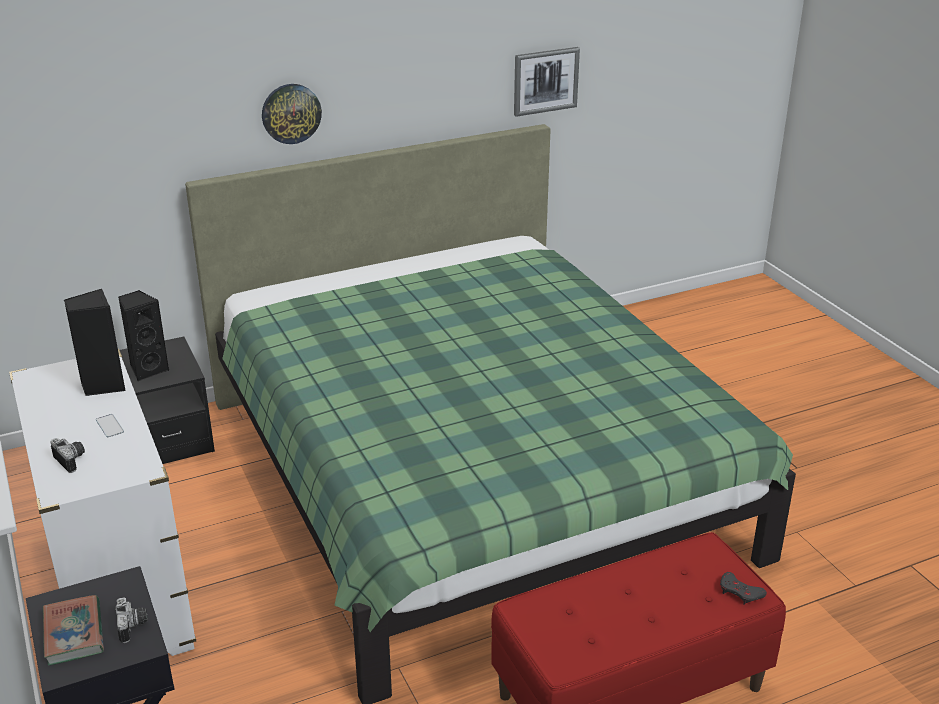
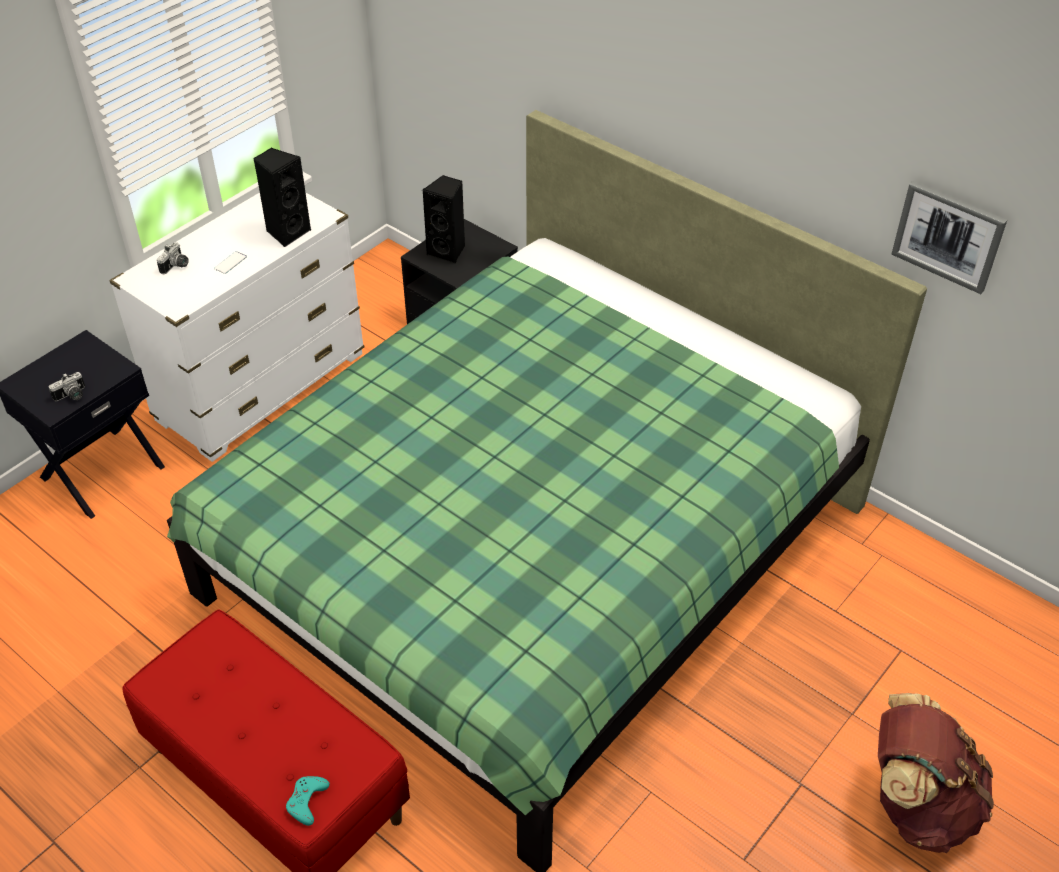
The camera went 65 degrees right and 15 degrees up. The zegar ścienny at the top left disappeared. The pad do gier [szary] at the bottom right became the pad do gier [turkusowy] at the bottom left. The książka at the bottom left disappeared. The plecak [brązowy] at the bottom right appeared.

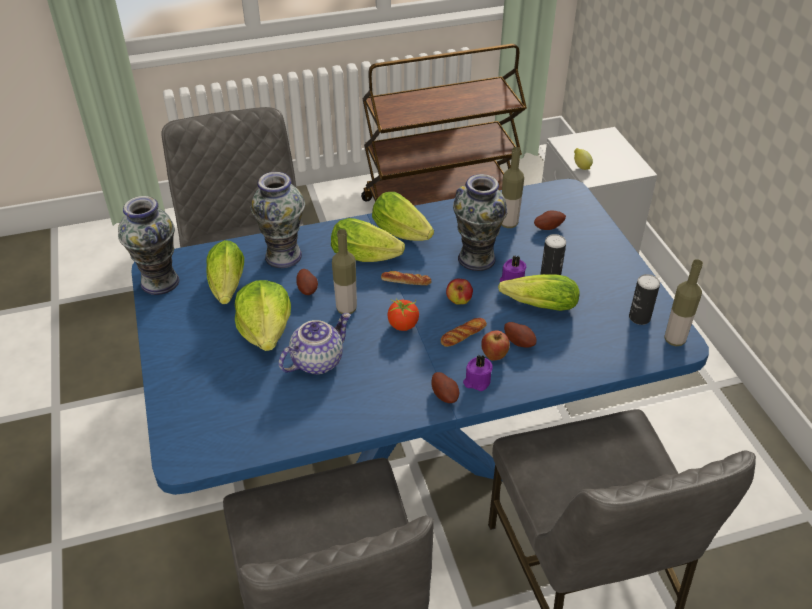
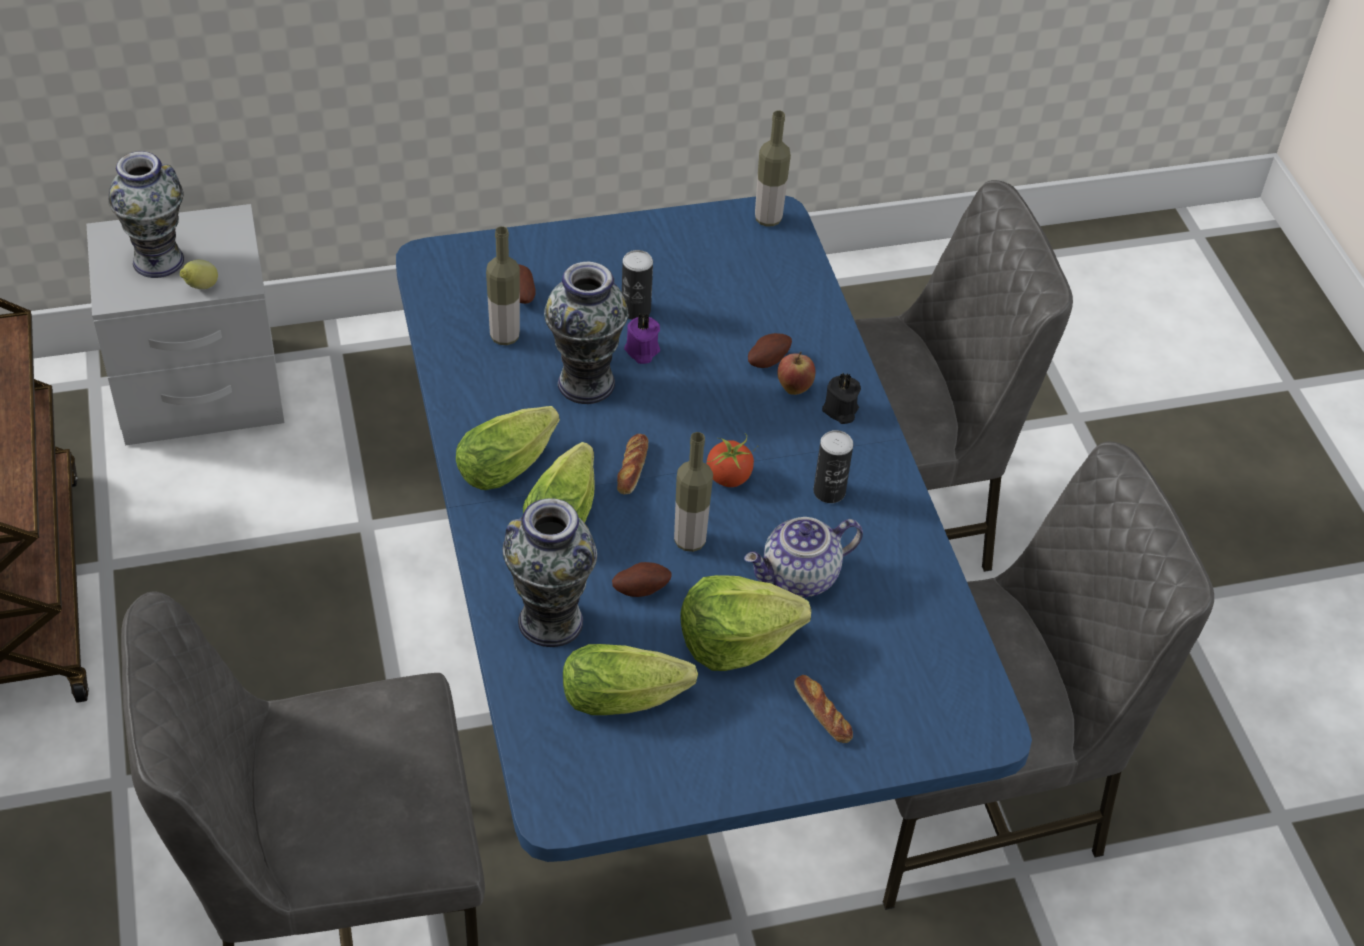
The camera went 90 degrees left and 5 degrees up. The wazon (no. 1 from left) moved from the middle left to the top left. The sałata (no. 5 from left) at the centre disappeared. The puszka (no. 2 from left) moved from the middle right to the centre. The jabłko (no. 1 from left) at the centre disappeared. The imbryk at the centre turned 75 degrees counterclockwise. The chleb (no. 2 from left) moved from the centre to the bottom centre. The świeca [fioletowy] (no. 1 from left) at the centre became the świeca [czarny] at the centre. The ziemniak (no. 2 from left) at the centre disappeared.

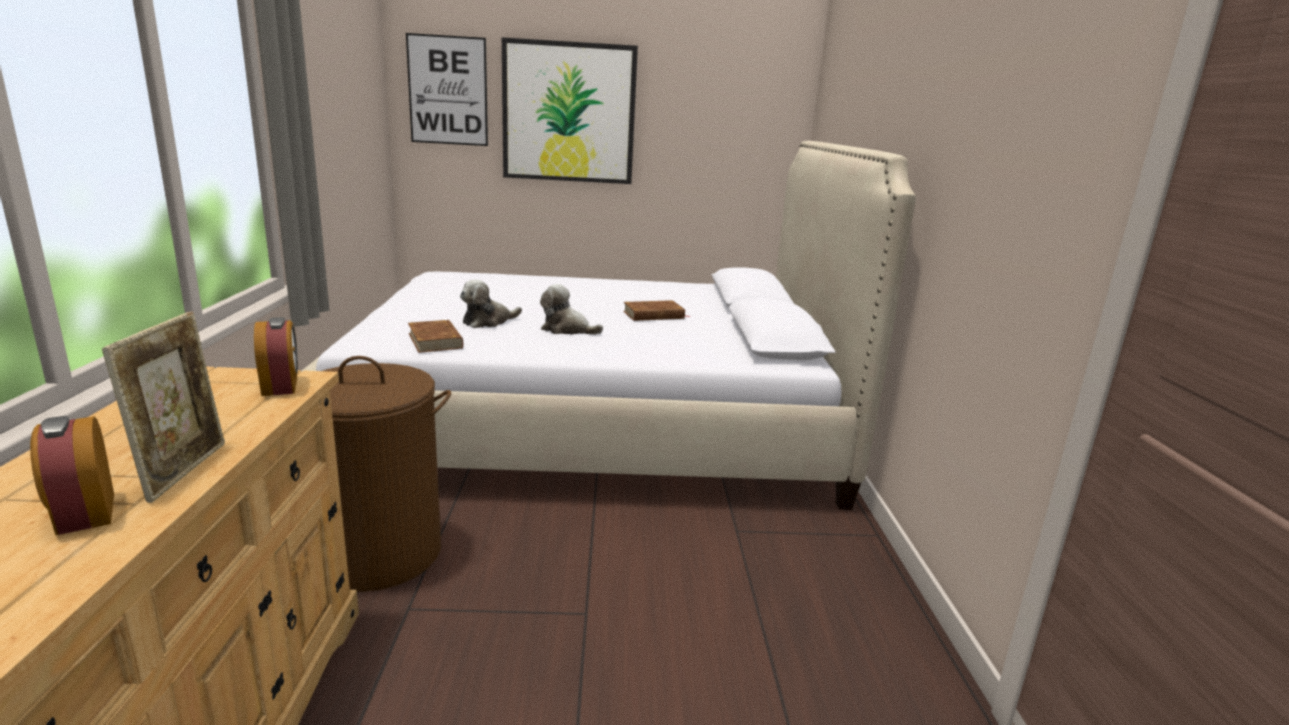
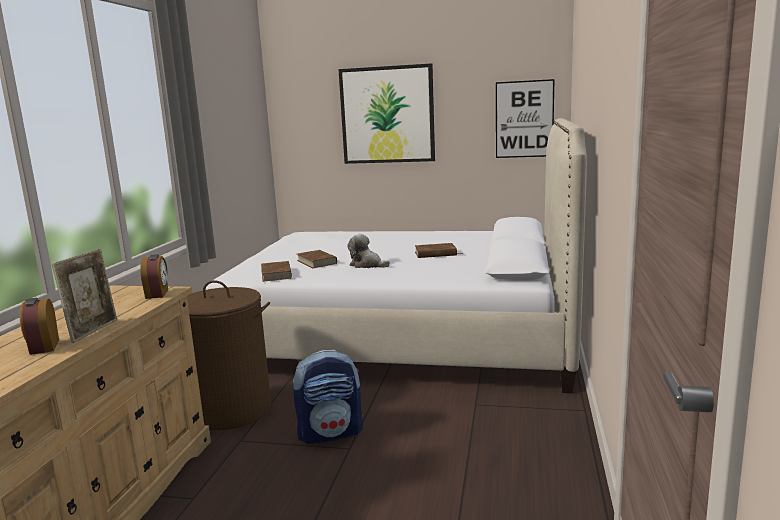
The camera went 15 degrees right and 5 degrees down. The obraz (no. 1 from left in the first image) moved from the top centre to the top right. The pluszak (no. 1 from left) at the centre was replaced by the książka [brązowy] (no. 2 from left) at the centre. The plecak at the bottom centre appeared.

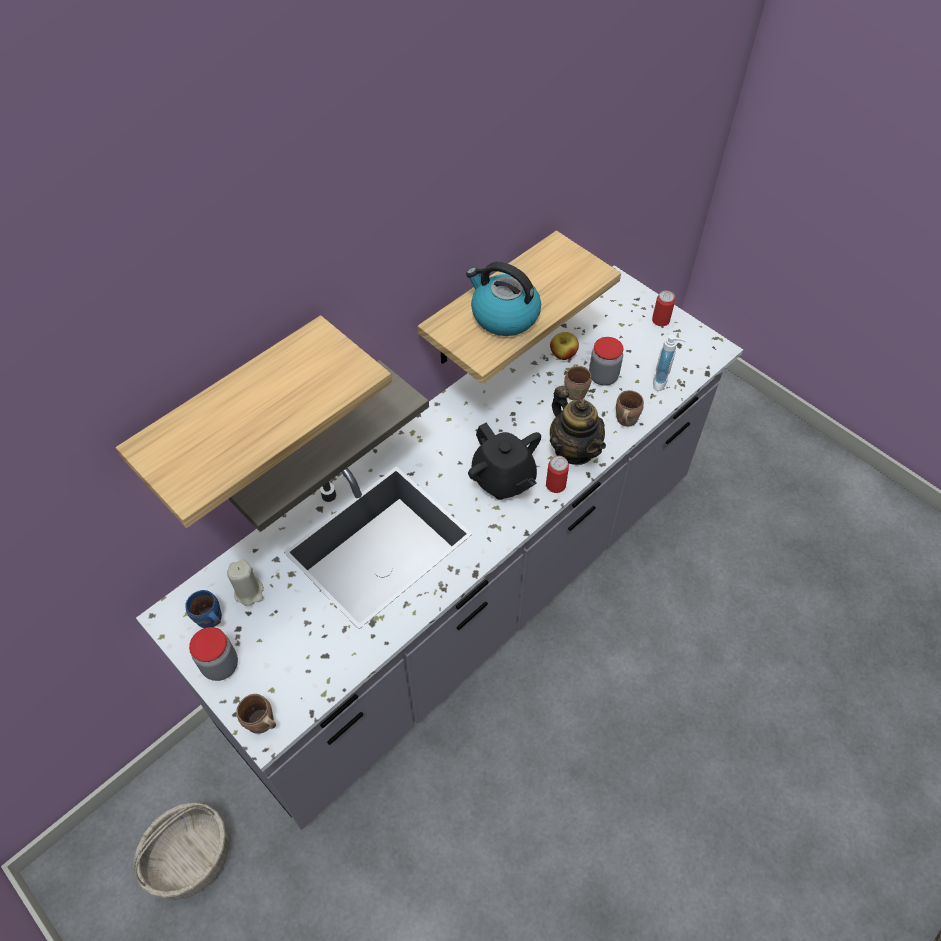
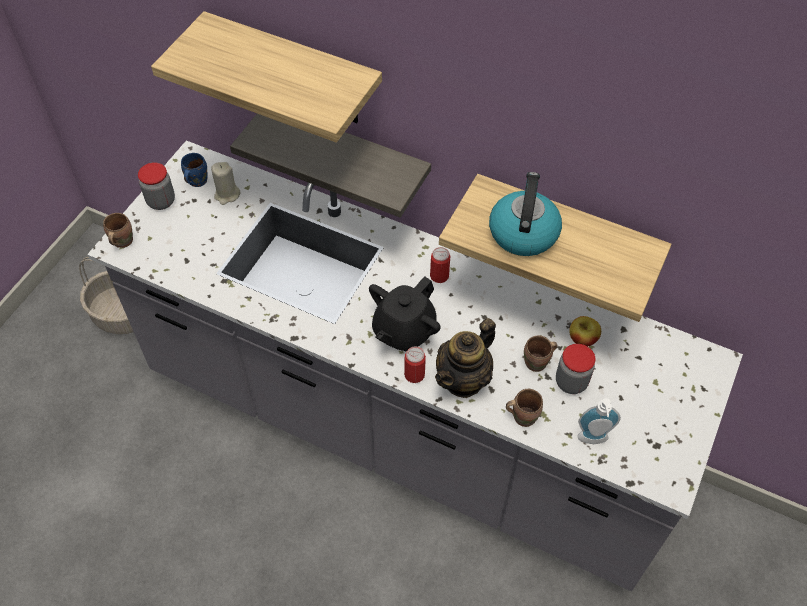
The camera went 70 degrees right and 0 degrees up. The puszka (no. 2 from left) moved from the top right to the centre.

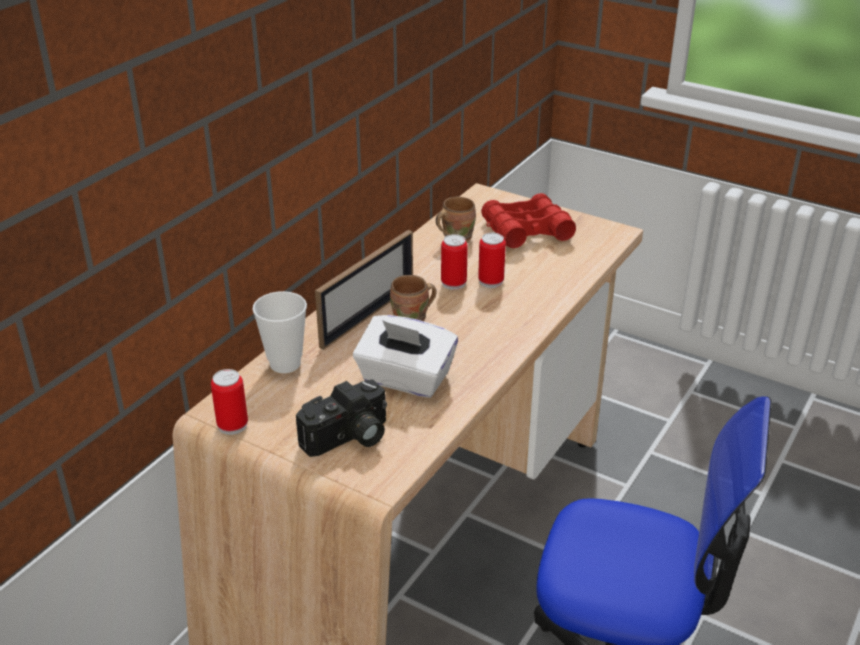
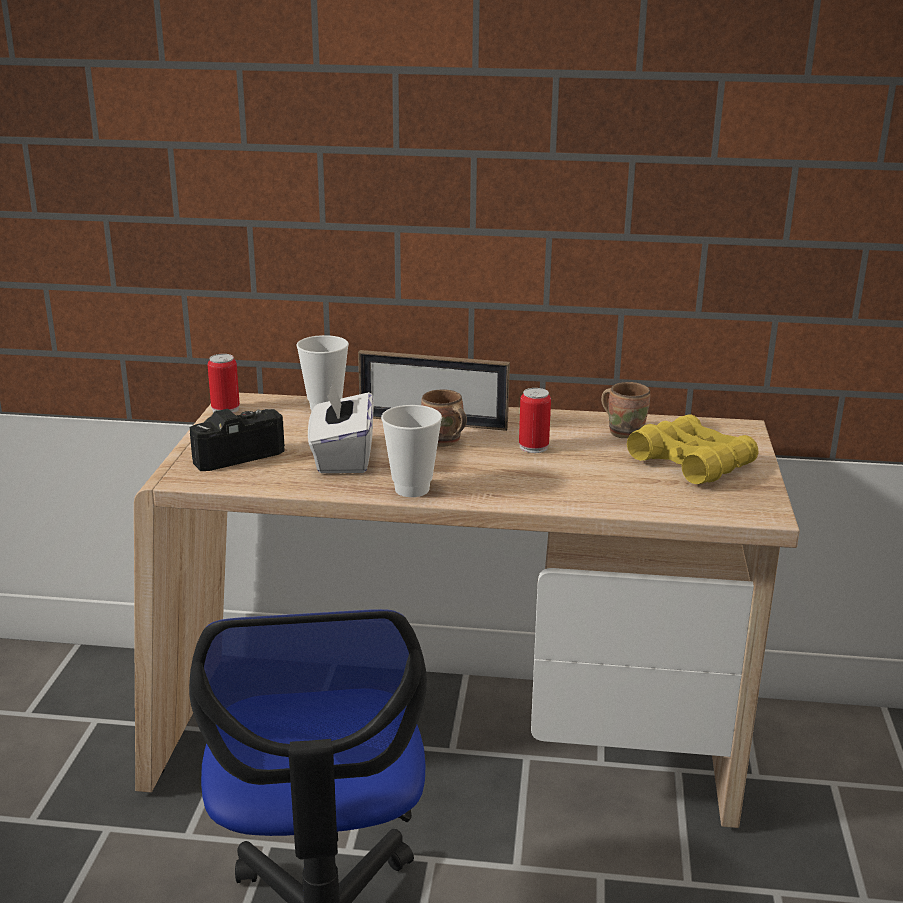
The camera went 65 degrees right and 10 degrees down. The lornetka [czerwony] at the centre became the lornetka [żółty] at the middle right. The puszka (no. 3 from left) at the centre disappeared. The aparat fotograficzny at the centre turned 120 degrees clockwise. The filiżanka (no. 2 from left) at the centre appeared.

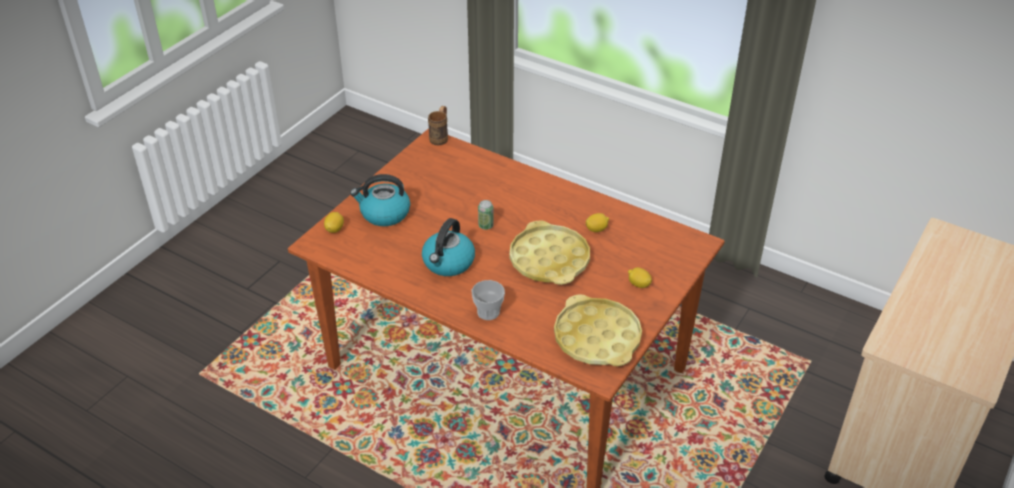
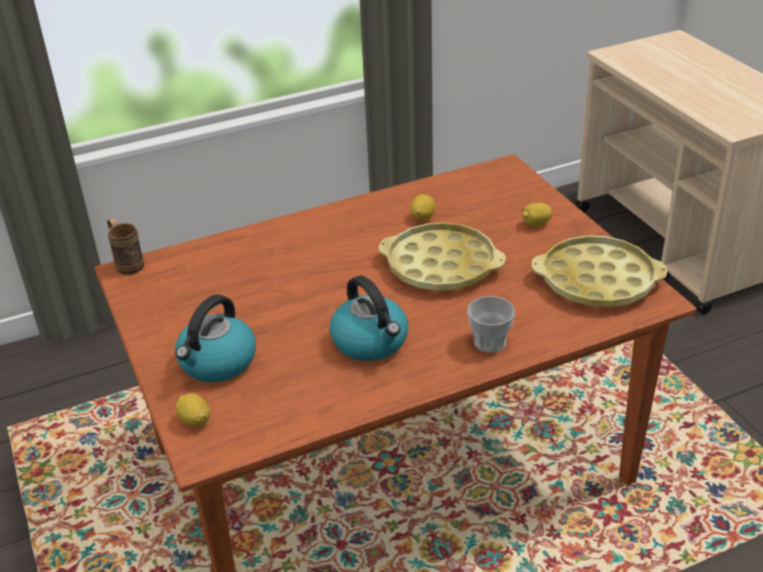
The camera went 55 degrees left and 5 degrees down. The puszka at the centre disappeared.

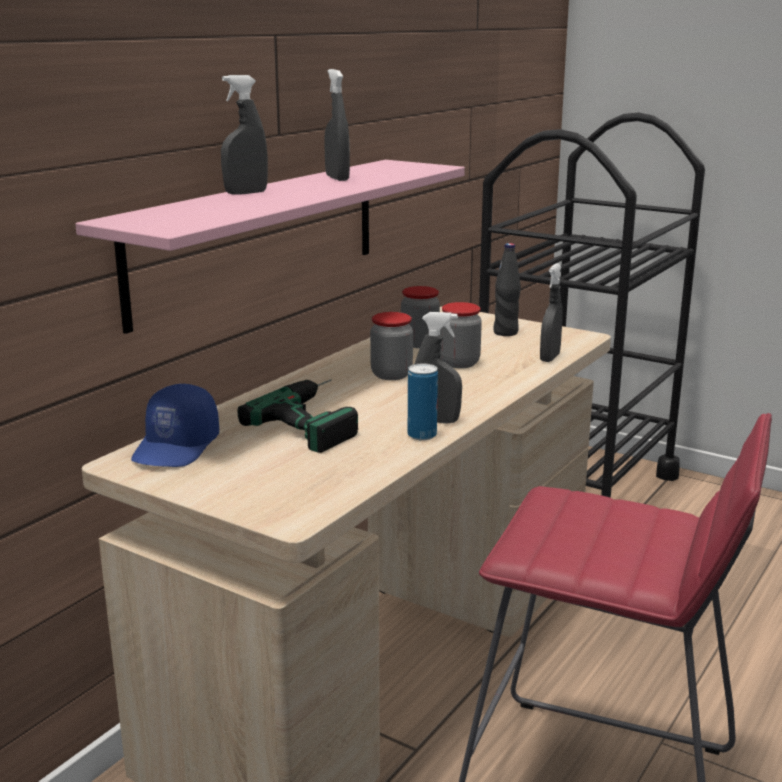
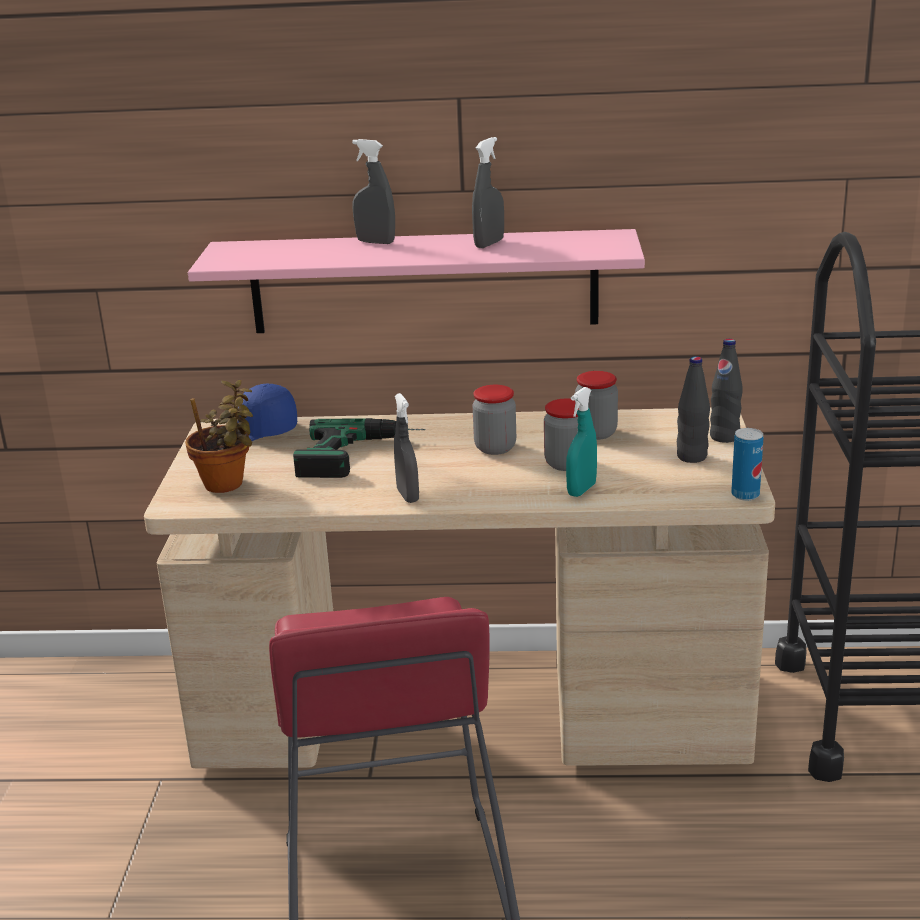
The camera went 60 degrees right and 5 degrees up. The spryskiwacz [szary] (no. 4 from left) at the middle right disappeared. The puszka moved from the centre to the middle right. The butelka [czarny] (no. 2 from left) at the middle right appeared. The roślina doniczkowa at the middle left appeared. The spryskiwacz [turkusowy] at the centre appeared.

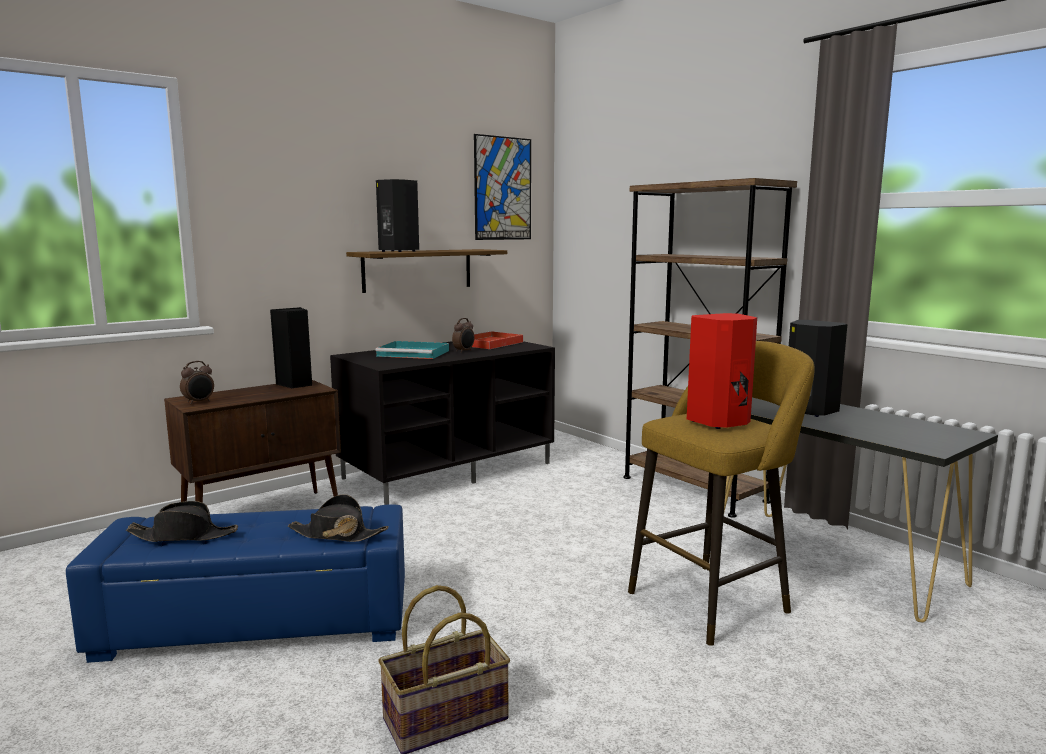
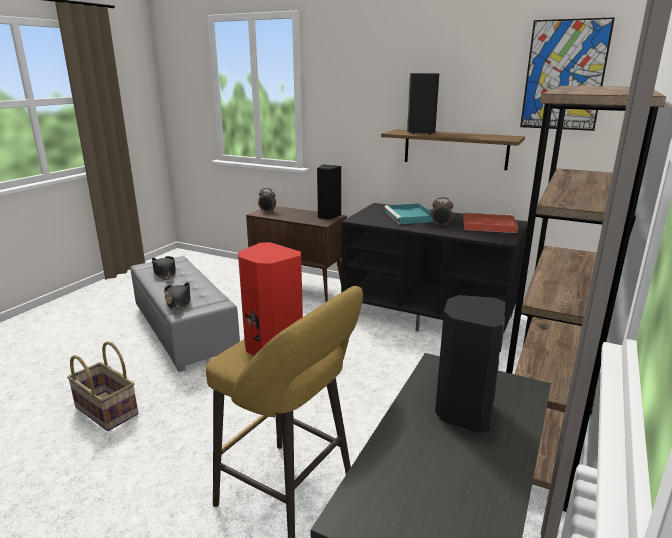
The camera went 65 degrees right and 10 degrees up. The pufa [niebieski] at the bottom left became the pufa [szary] at the middle left.

